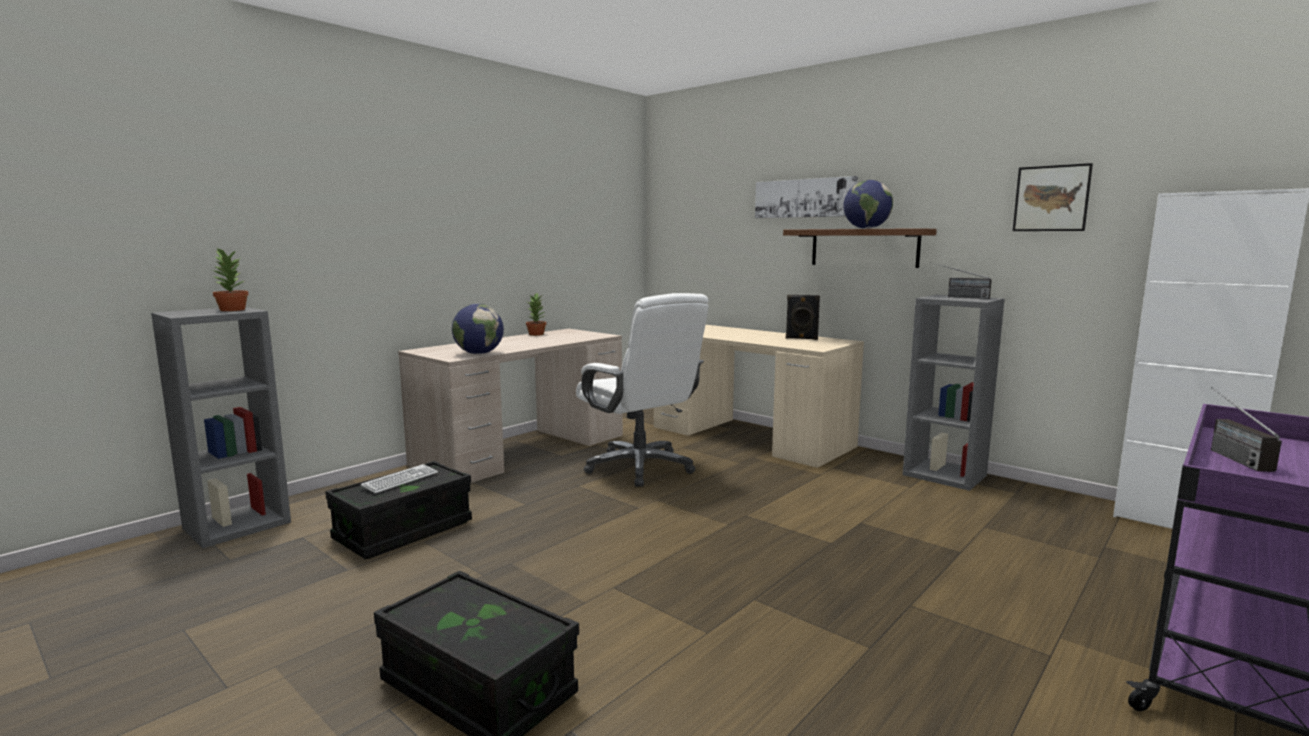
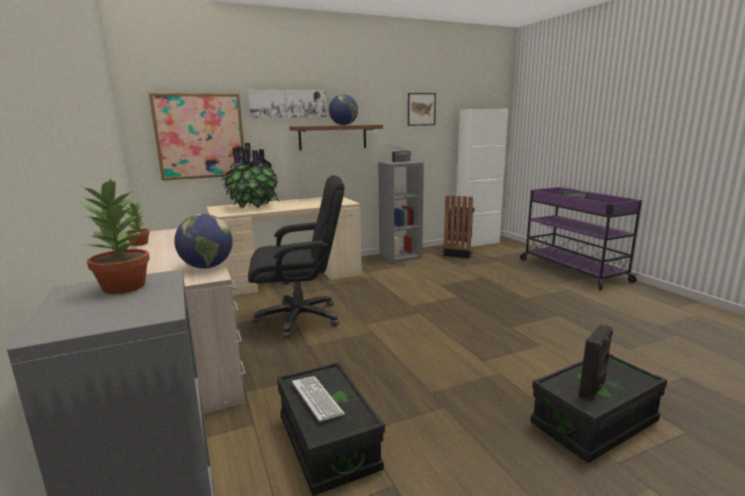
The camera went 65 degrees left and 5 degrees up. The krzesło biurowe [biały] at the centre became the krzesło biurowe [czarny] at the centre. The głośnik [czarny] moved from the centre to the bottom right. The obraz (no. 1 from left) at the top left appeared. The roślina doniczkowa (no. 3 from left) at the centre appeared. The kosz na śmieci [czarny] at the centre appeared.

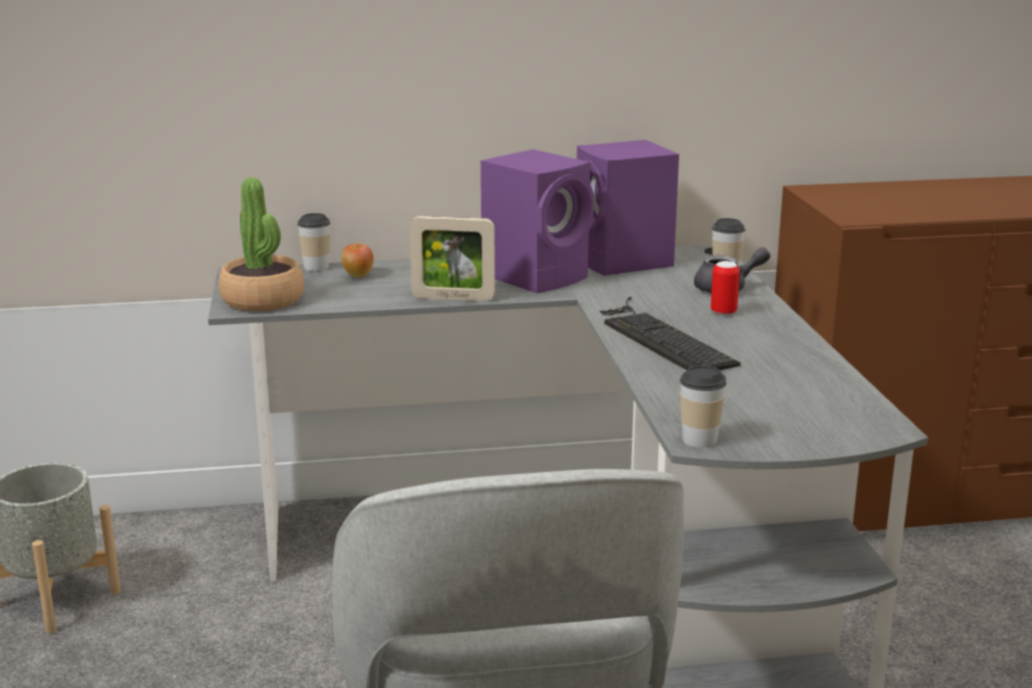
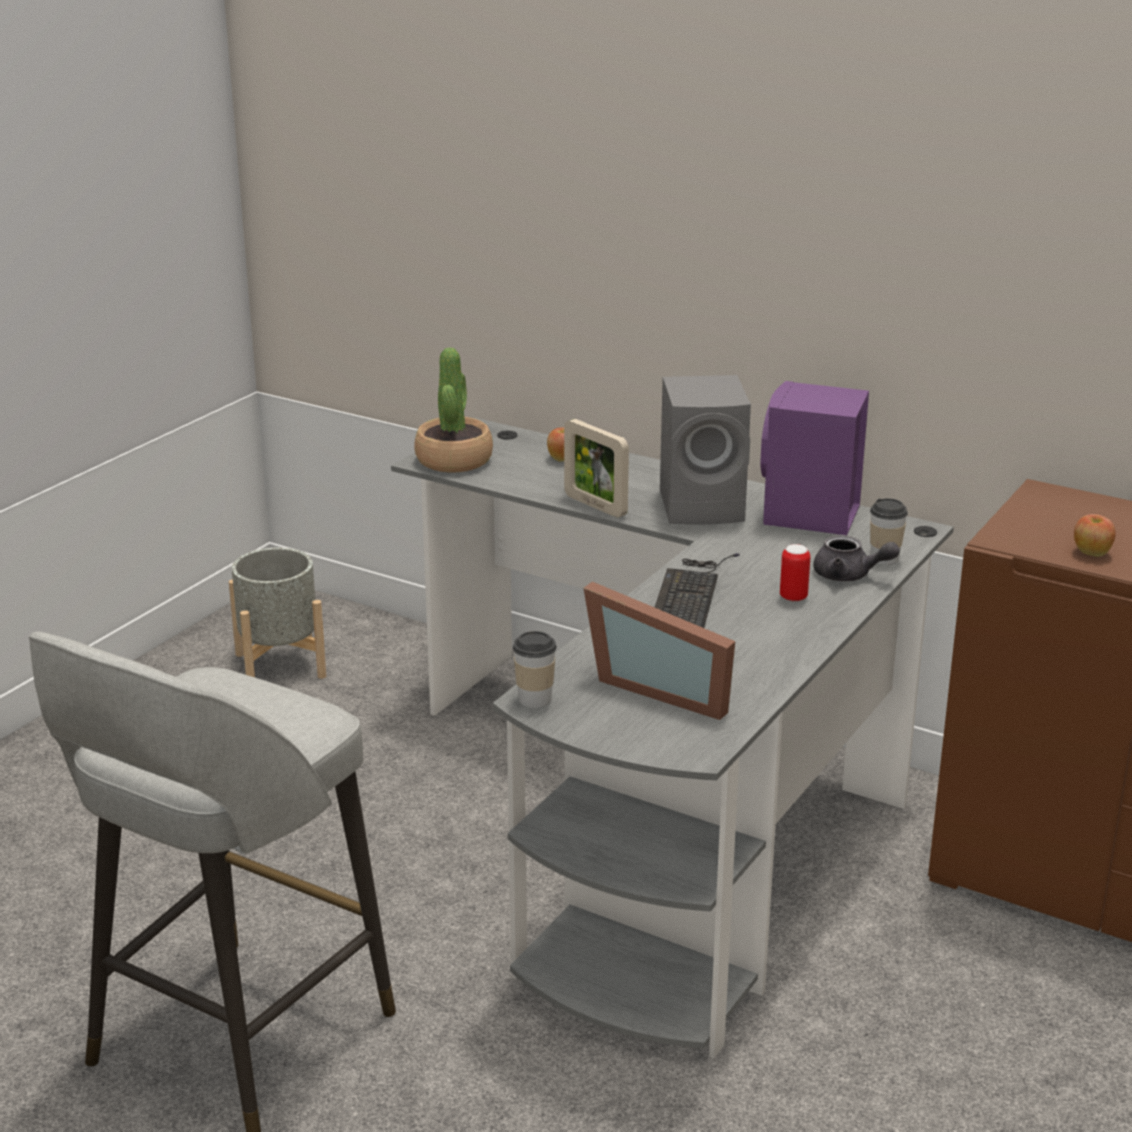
The camera went 40 degrees right and 5 degrees up. The głośnik [fioletowy] (no. 1 from left) at the top centre became the głośnik [szary] at the centre. The filiżanka (no. 1 from left) at the middle left disappeared. The jabłko (no. 2 from left) at the middle right appeared. The ramka na zdjęcie (no. 2 from left) at the centre appeared.

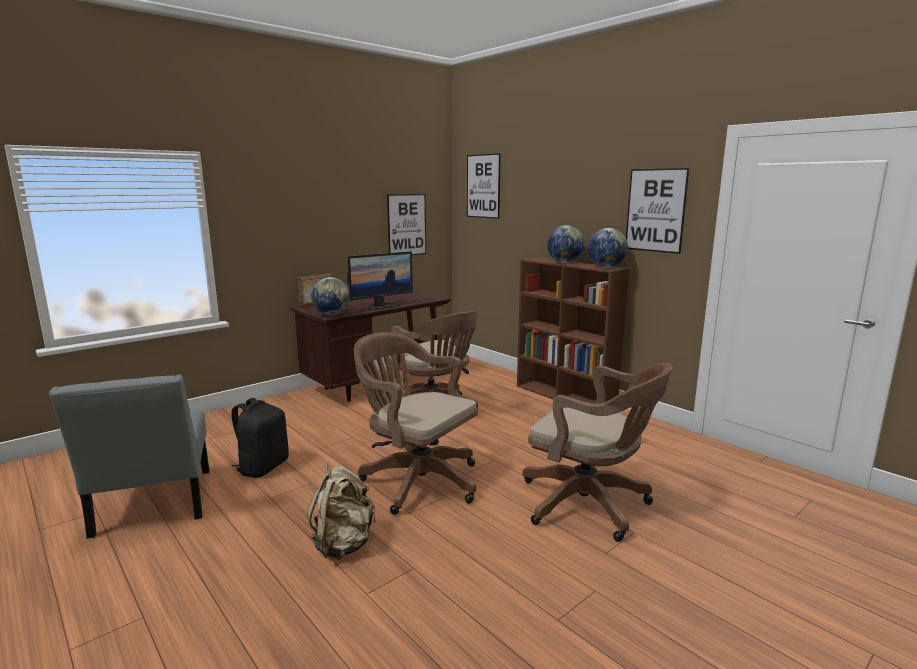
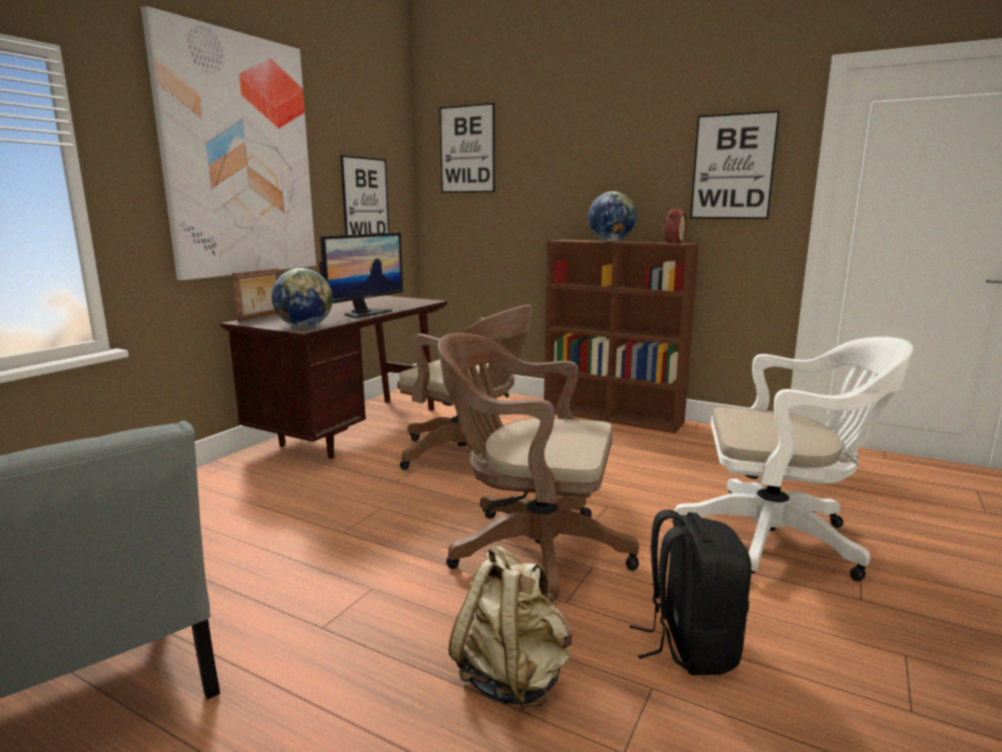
The camera went 20 degrees left and 0 degrees up. The globus (no. 3 from left) at the centre was replaced by the budzik at the top right. The krzesło biurowe [brązowy] (no. 3 from left) at the bottom centre became the krzesło biurowe [biały] at the middle right. The plecak [czarny] moved from the middle left to the bottom right. The obraz (no. 1 from left) at the top left appeared.

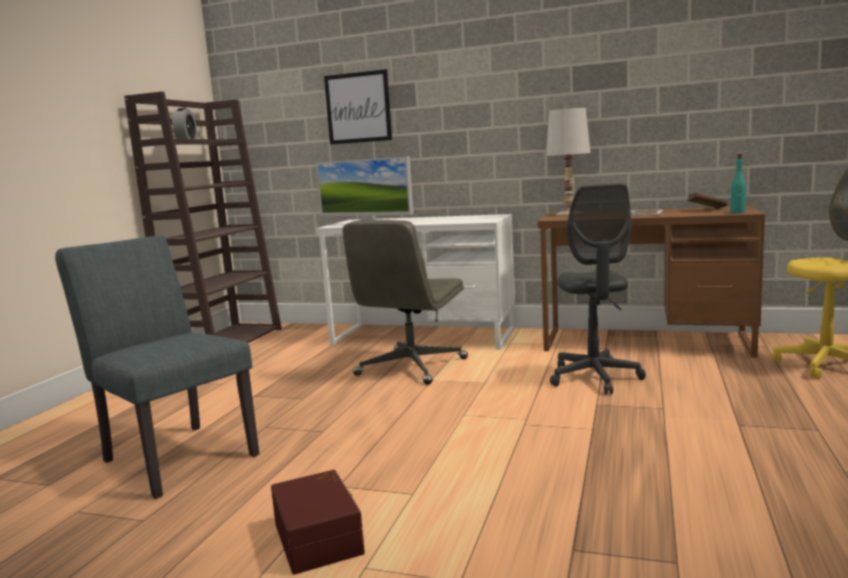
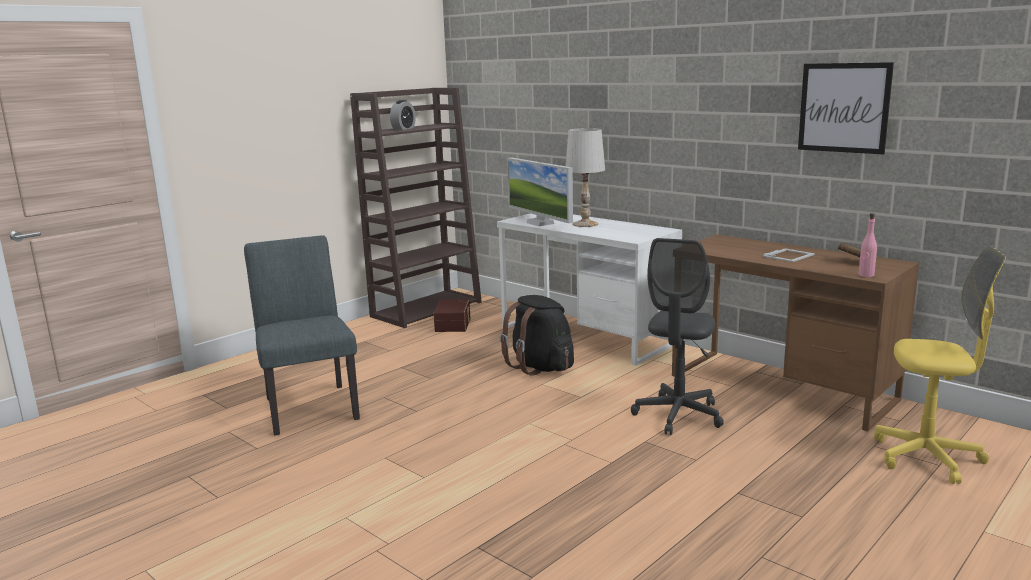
The camera went 25 degrees right and 5 degrees up. The obraz moved from the top centre to the top right. The lampa stołowa [biały] moved from the top right to the top centre. The butelka [turkusowy] at the top right became the butelka [różowy] at the middle right. The krzesło biurowe [szary] (no. 1 from left) at the centre was replaced by the plecak [czarny] at the centre. The pojemnik do przechowywania [brązowy] moved from the bottom centre to the centre.

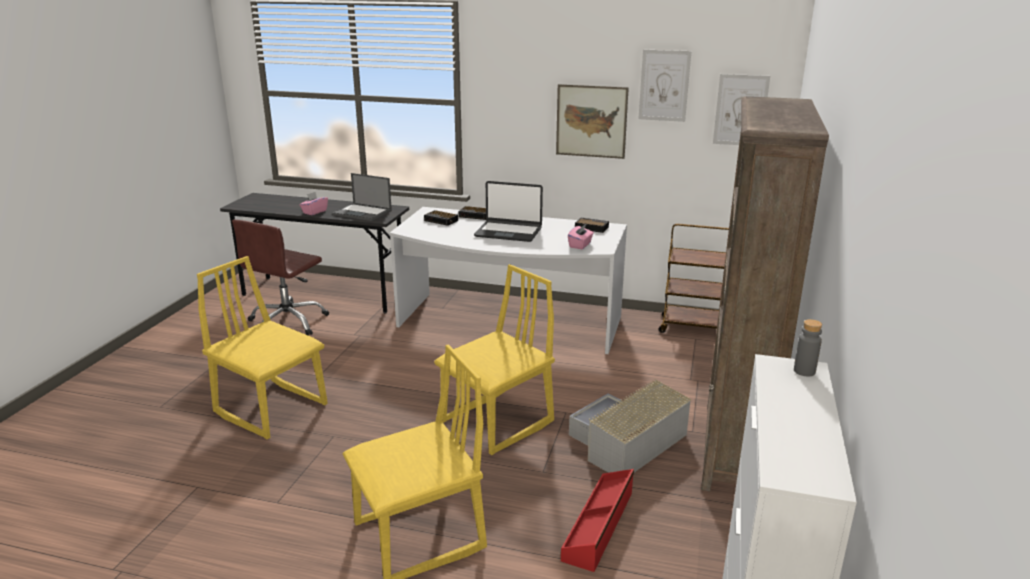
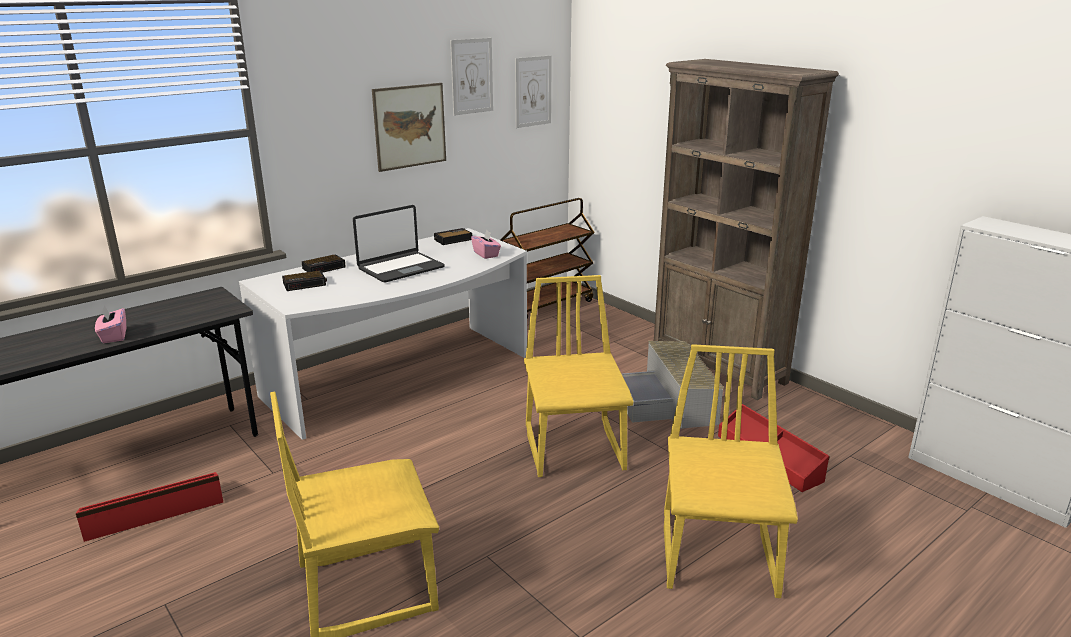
The camera went 55 degrees left and 0 degrees up. The laptop (no. 1 from left) at the centre disappeared. The krzesło biurowe [brązowy] at the middle left was replaced by the pojemnik do przechowywania [czerwony] (no. 1 from left) at the bottom left. The butelka [szary] at the middle right disappeared.

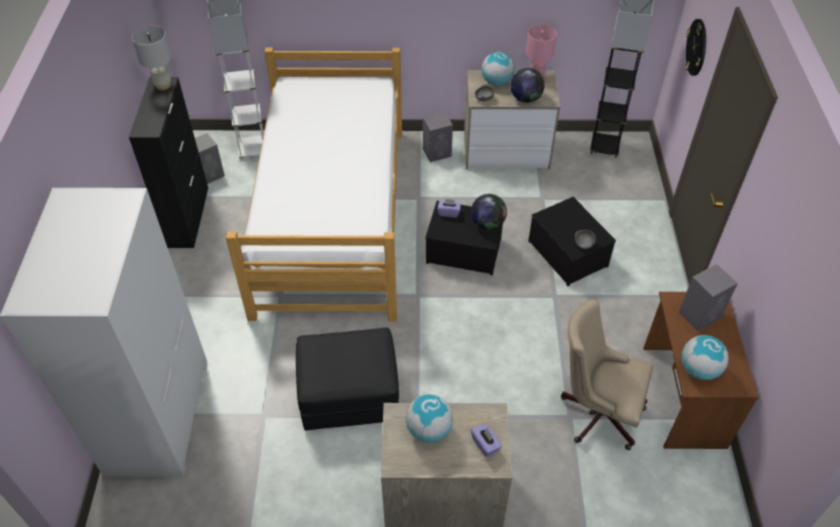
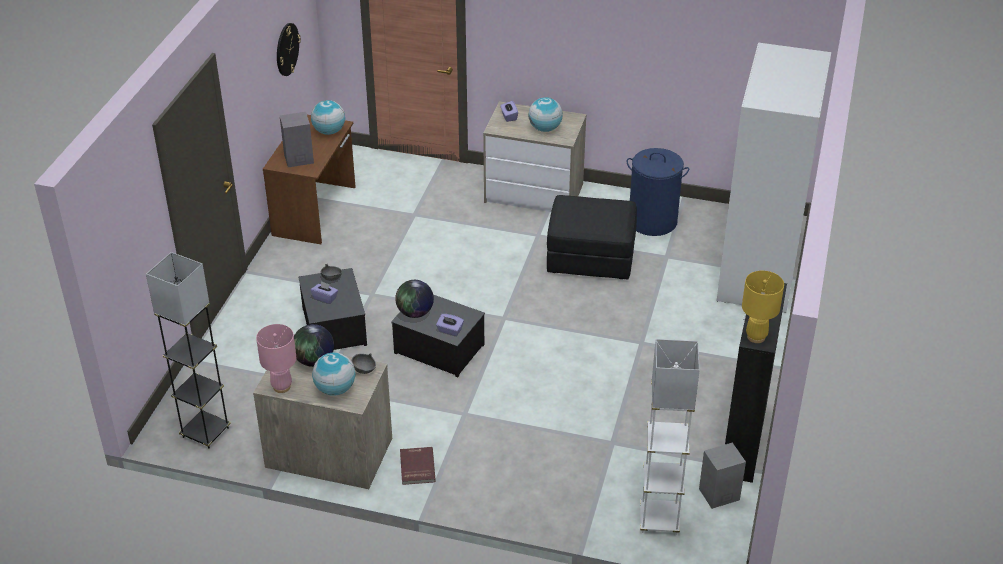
The camera went 165 degrees left and 10 degrees down. The zegar ścienny moved from the top right to the top left. The lampa stołowa [biały] at the top left became the lampa stołowa [żółty] at the middle right. The łóżko at the centre disappeared. The głośnik [szary] (no. 2 from left) at the top centre was replaced by the książka [czerwony] at the bottom centre. The krzesło biurowe [beżowy] at the bottom right disappeared. The kosz na pranie [niebieski] at the centre appeared. The pudełko chusteczek [fioletowy] (no. 1 from left) at the middle left appeared.

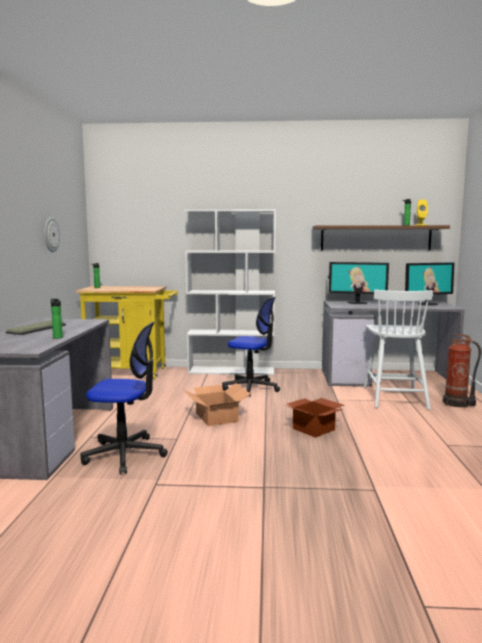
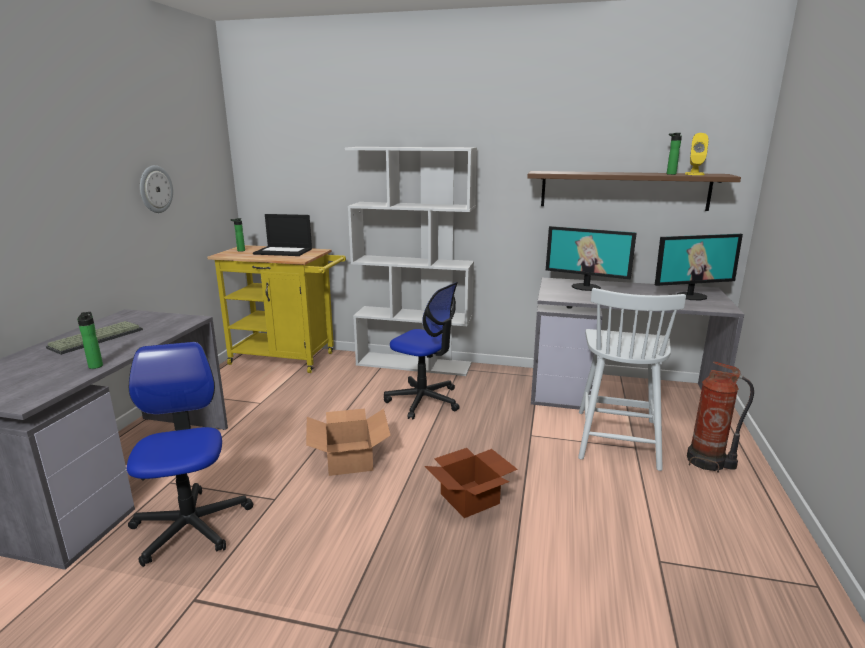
The camera went 10 degrees right and 10 degrees up. The krzesło biurowe (no. 1 from left) at the middle left turned 120 degrees counterclockwise. The laptop at the middle left appeared.

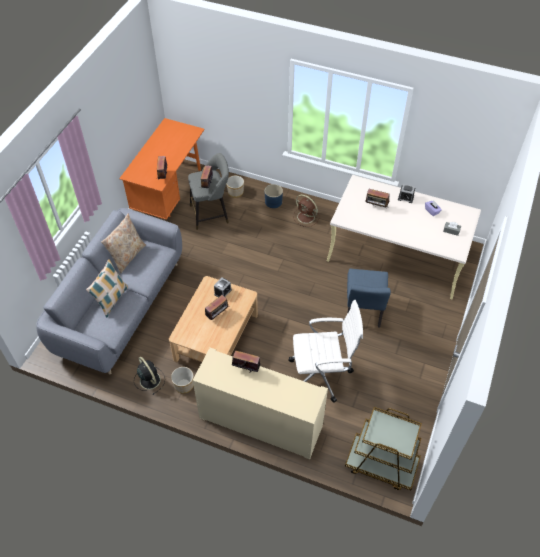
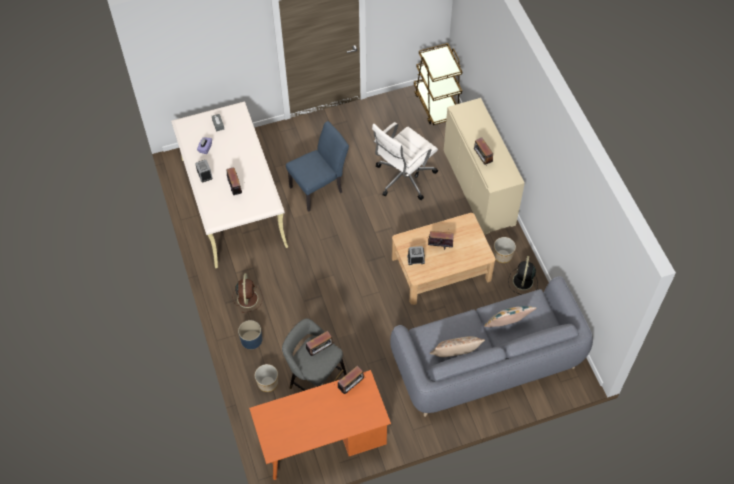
The camera went 130 degrees left and 5 degrees up. The krzesło biurowe [biały] at the centre turned 90 degrees counterclockwise.

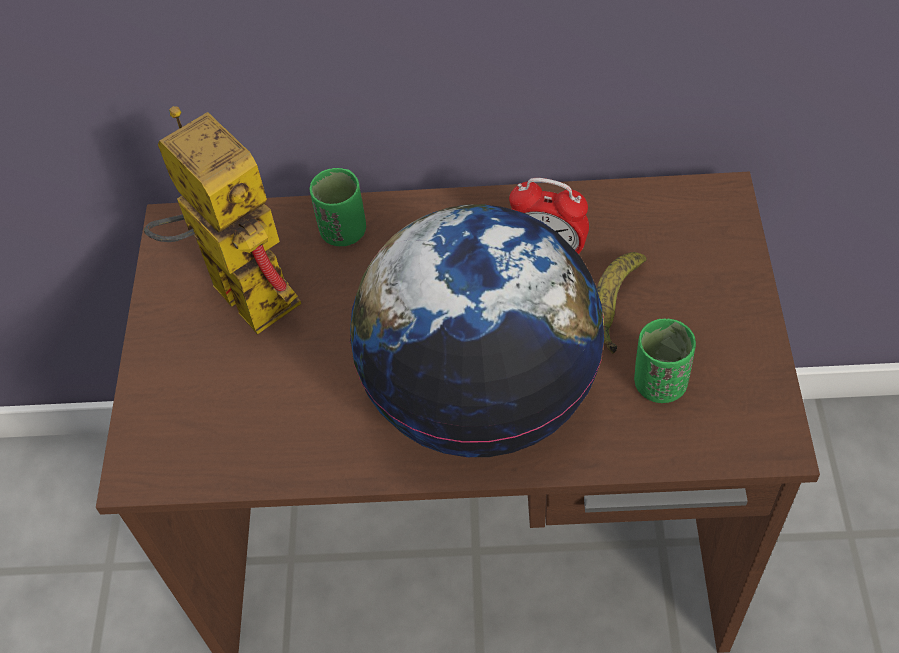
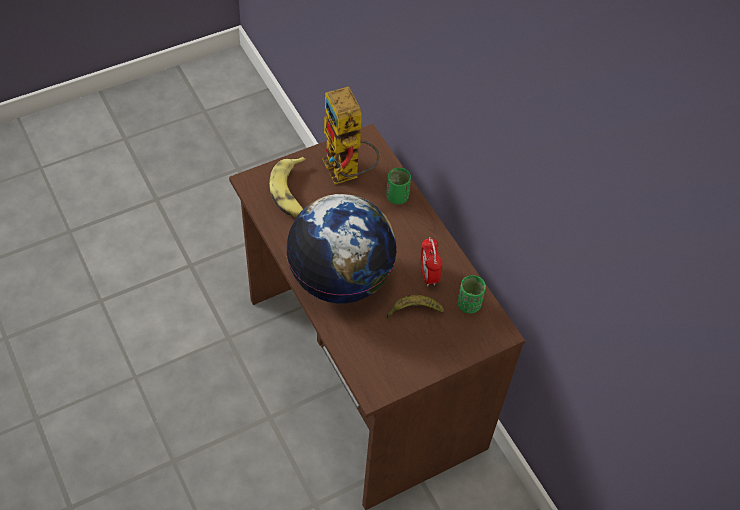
The camera went 55 degrees right and 0 degrees up. The robot zabawkowy at the middle left turned 135 degrees clockwise. The filiżanka [zielony] (no. 2 from left) moved from the middle right to the centre. The banan (no. 1 from left) at the centre appeared.

